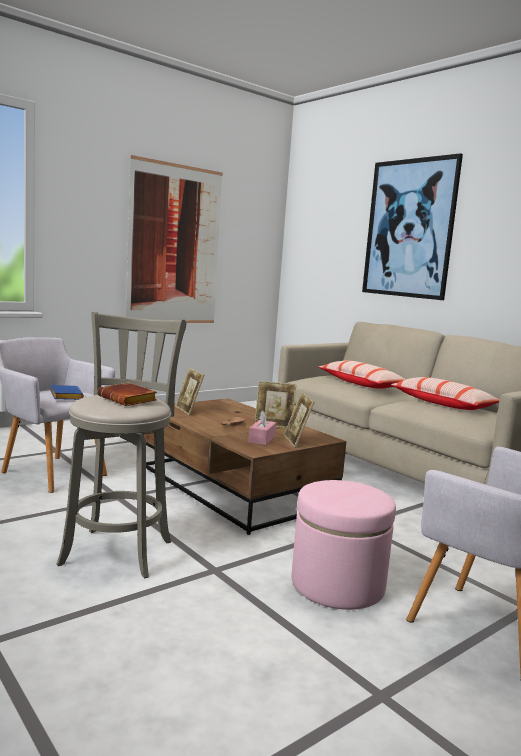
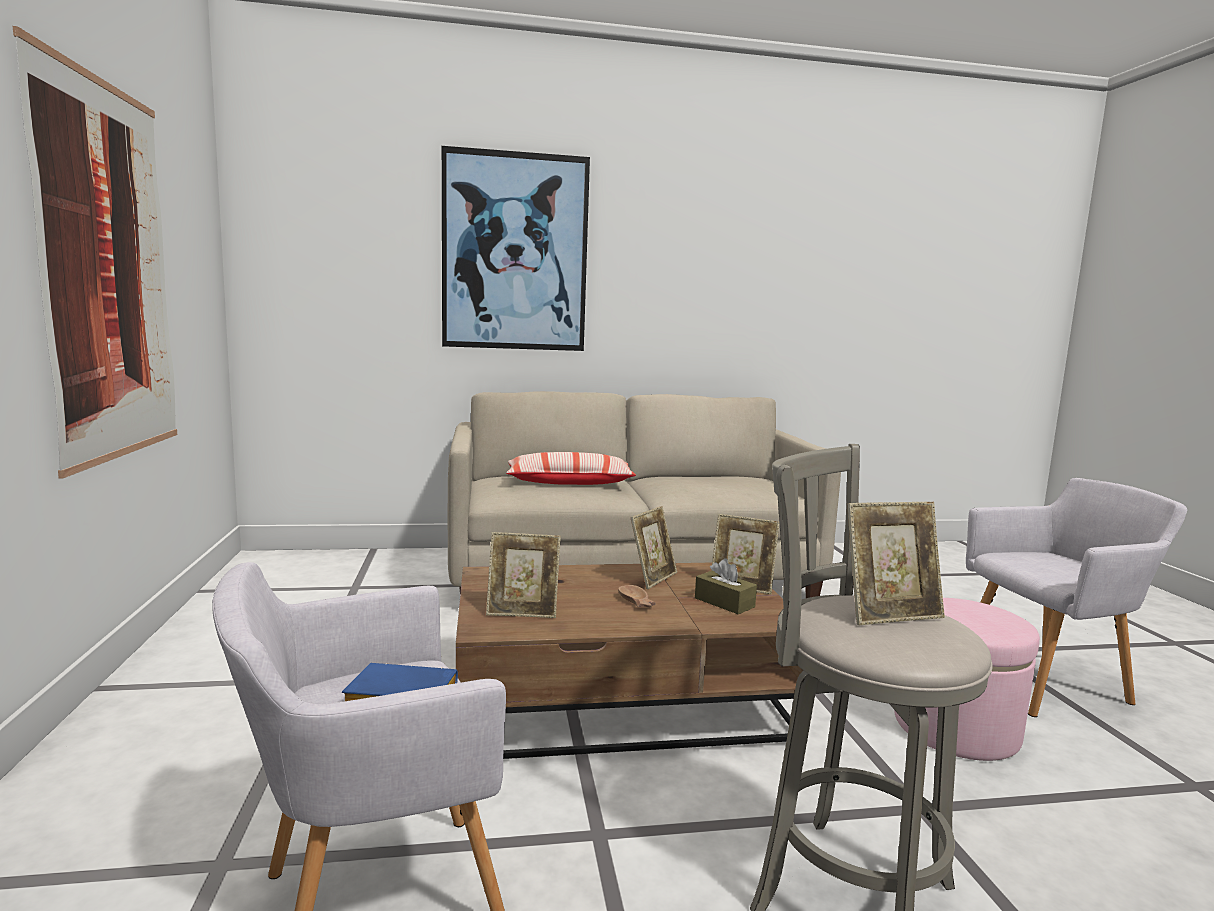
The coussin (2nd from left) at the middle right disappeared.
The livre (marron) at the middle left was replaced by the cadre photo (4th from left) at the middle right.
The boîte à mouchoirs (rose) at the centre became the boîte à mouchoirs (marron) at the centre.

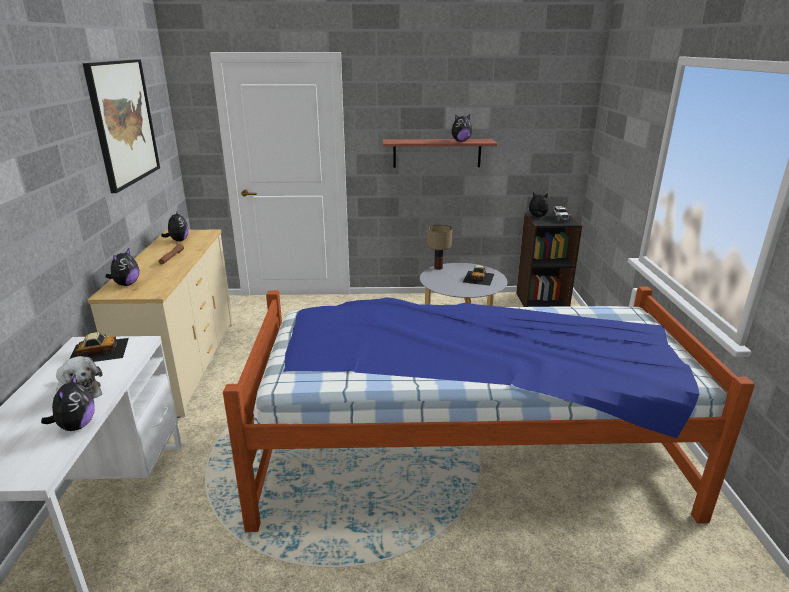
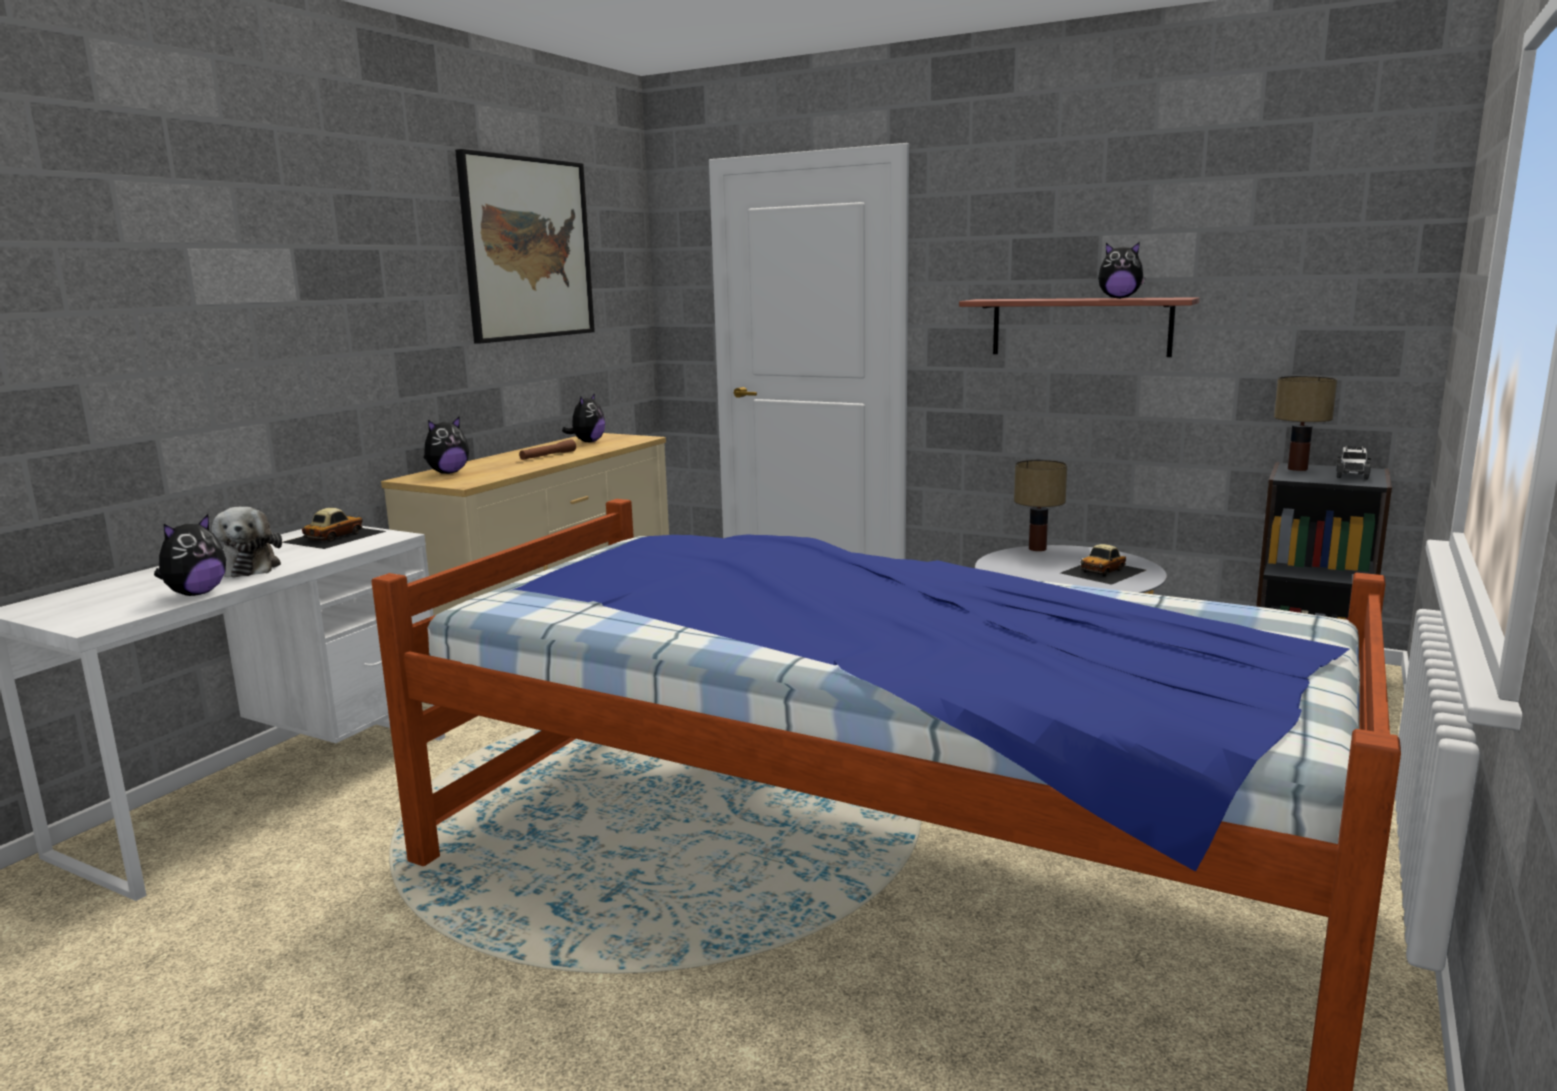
The peluche (6th from left) at the middle right was replaced by the lampe de table (2nd from left) at the middle right.
The petite voiture (1st from left) at the middle left turned 75 degrees counterclockwise.

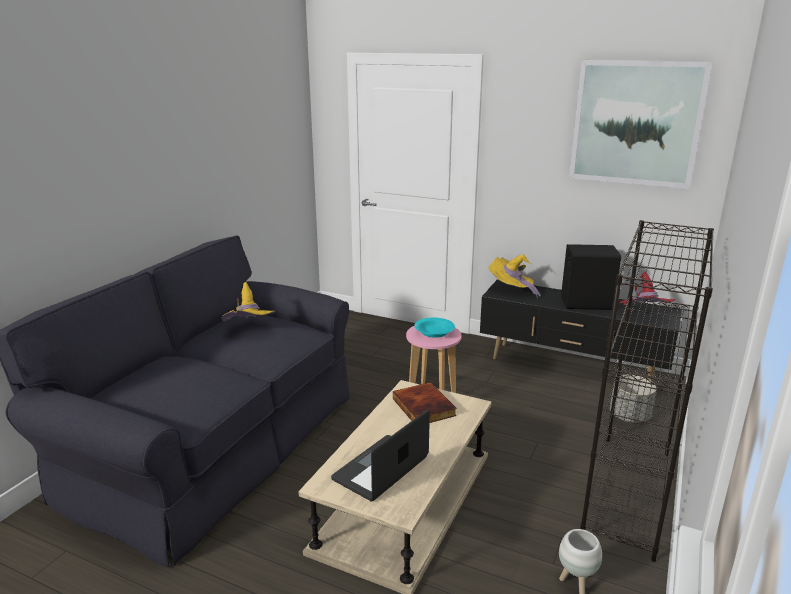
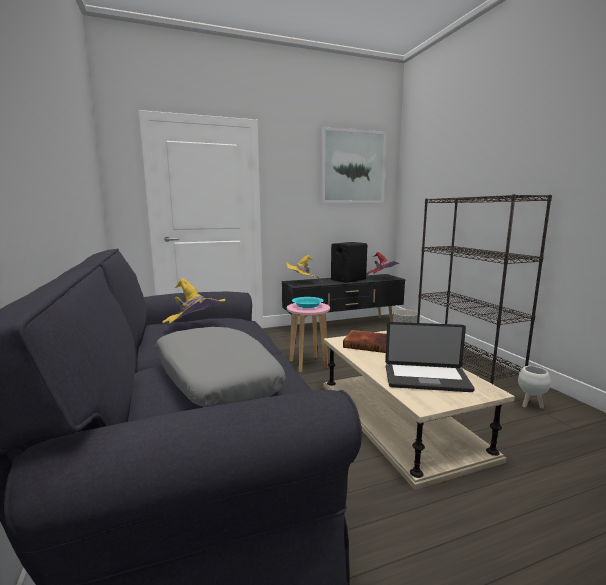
The ordinateur portable at the bottom centre turned 75 degrees counterclockwise.
The coussin (gris) at the centre appeared.

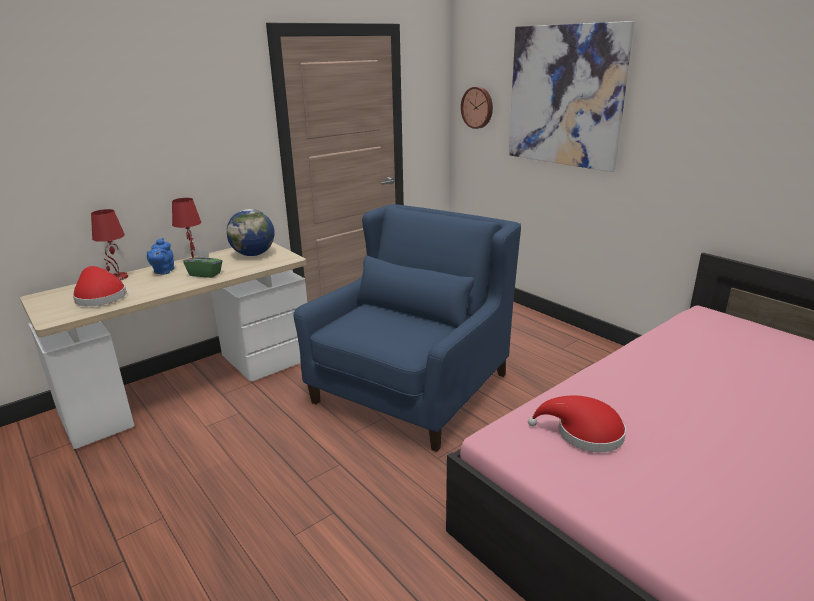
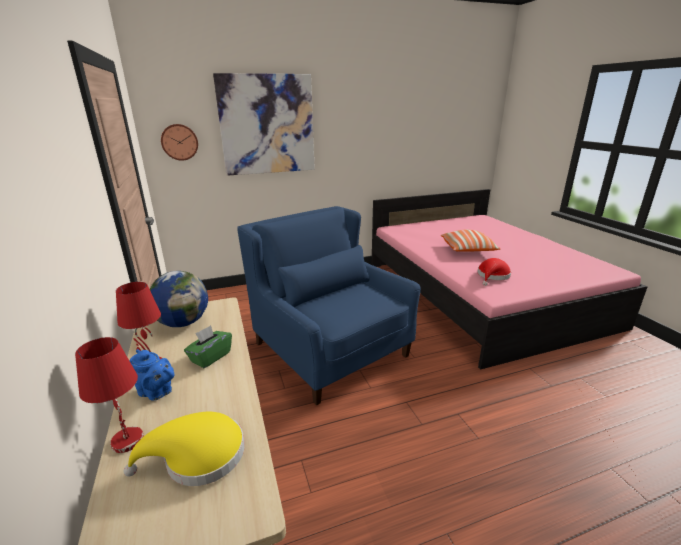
The chapeau (rouge) (1st from left) at the middle left became the chapeau (jaune) at the bottom left.
The coussin at the middle right appeared.

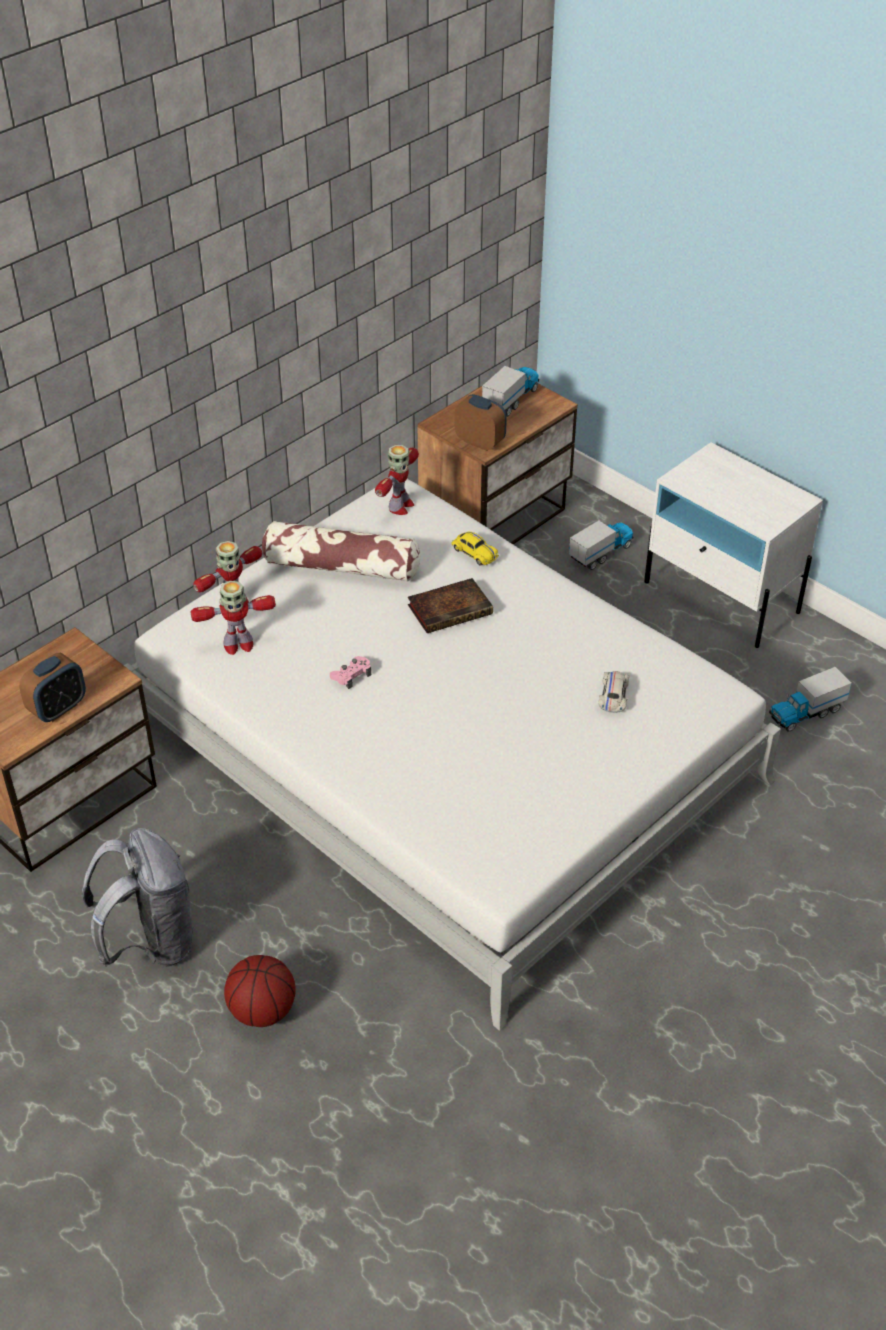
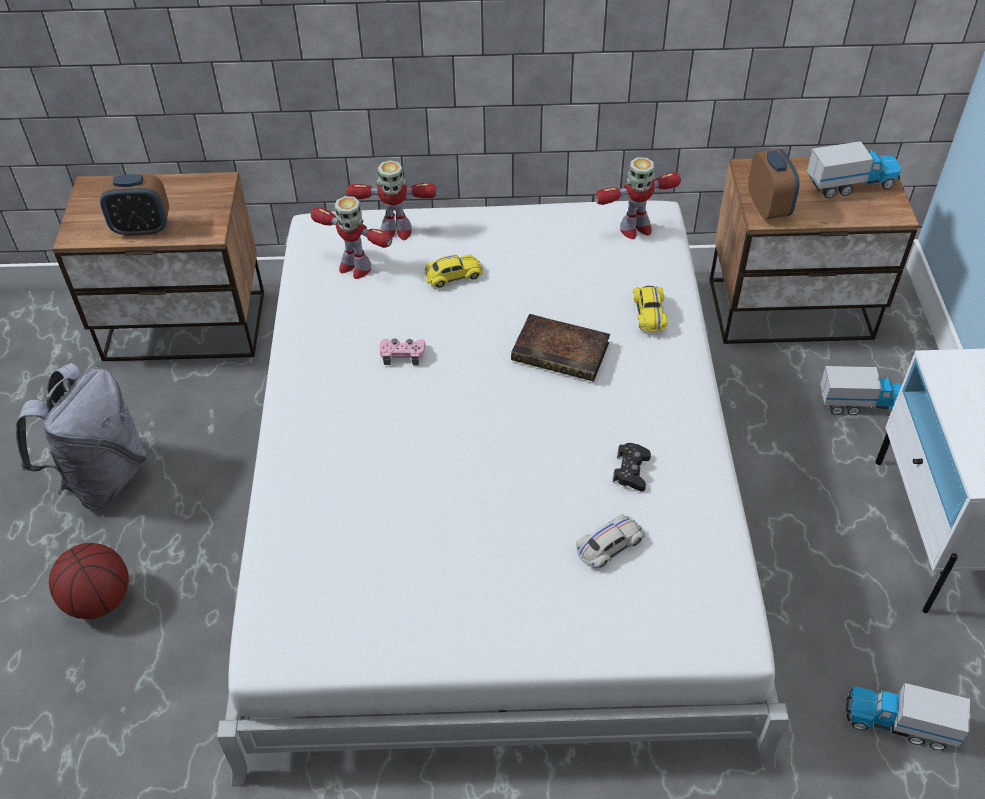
The coussin at the centre disappeared.
The petite voiture (jaune) (1st from left) at the centre appeared.
The manette (noir) at the centre appeared.

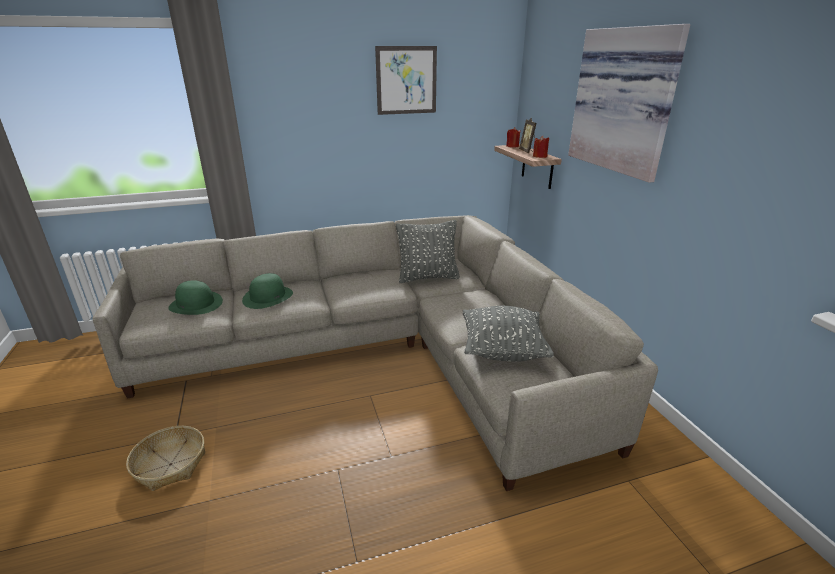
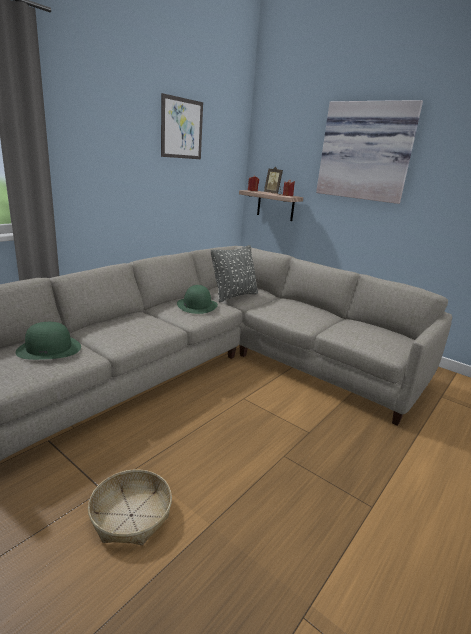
The chapeau (vert) (2nd from left) moved from the middle left to the centre.
The coussin (gris) (2nd from left) at the centre disappeared.

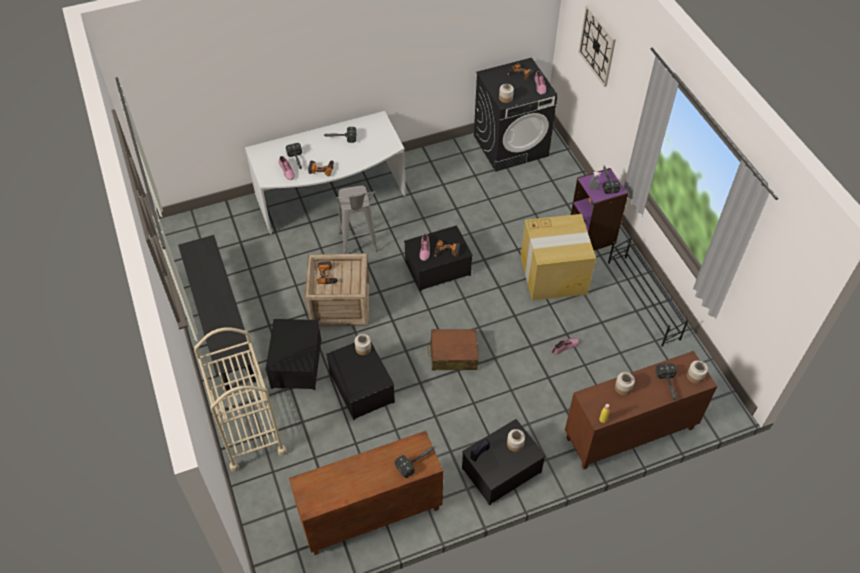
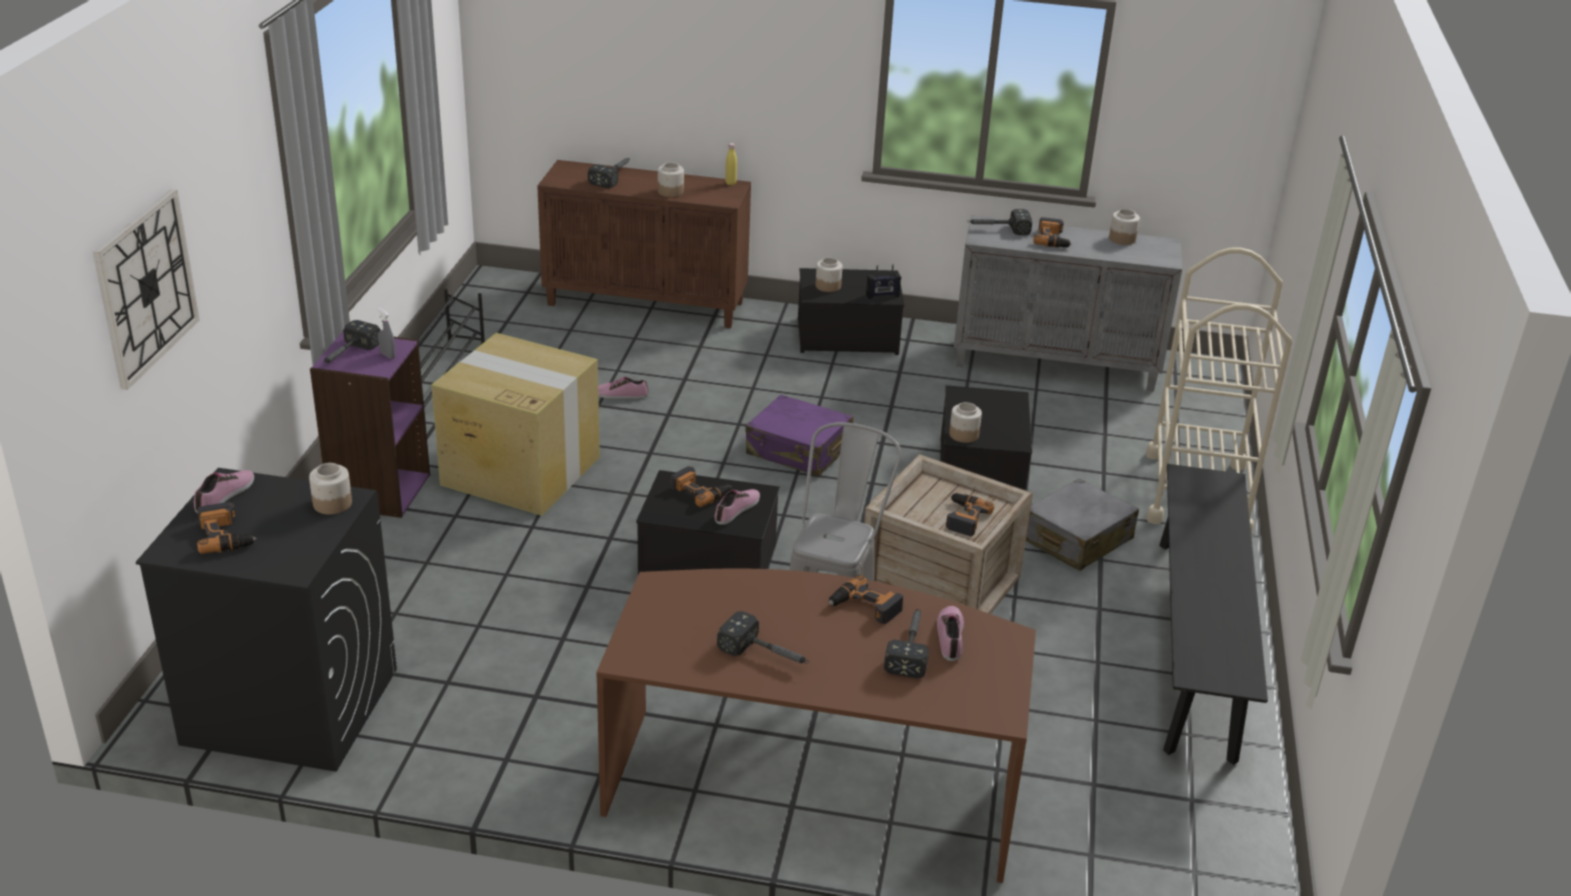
The bureau (blanc) at the top centre became the bureau (marron) at the bottom centre.
The boîte de rangement (1st from left) at the centre was replaced by the valise (gris) at the middle right.
The valise (marron) at the centre became the valise (violet) at the centre.
The bocal (5th from left) moved from the middle right to the top right.
The meuble de rangement (marron) (1st from left) at the bottom centre became the meuble de rangement (gris) at the middle right.
The perceuse (5th from left) at the top right appeared.

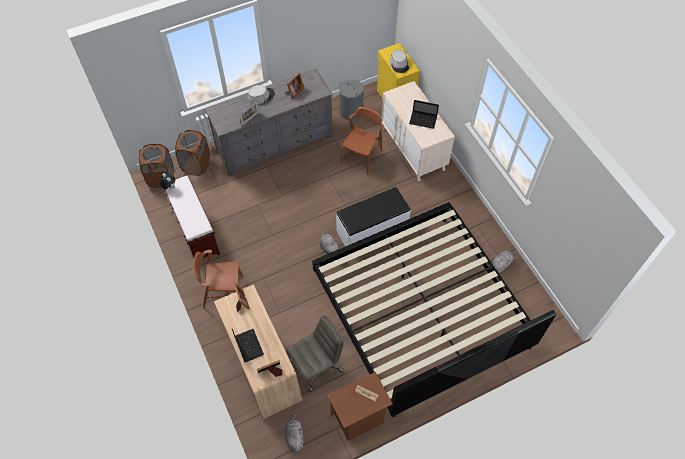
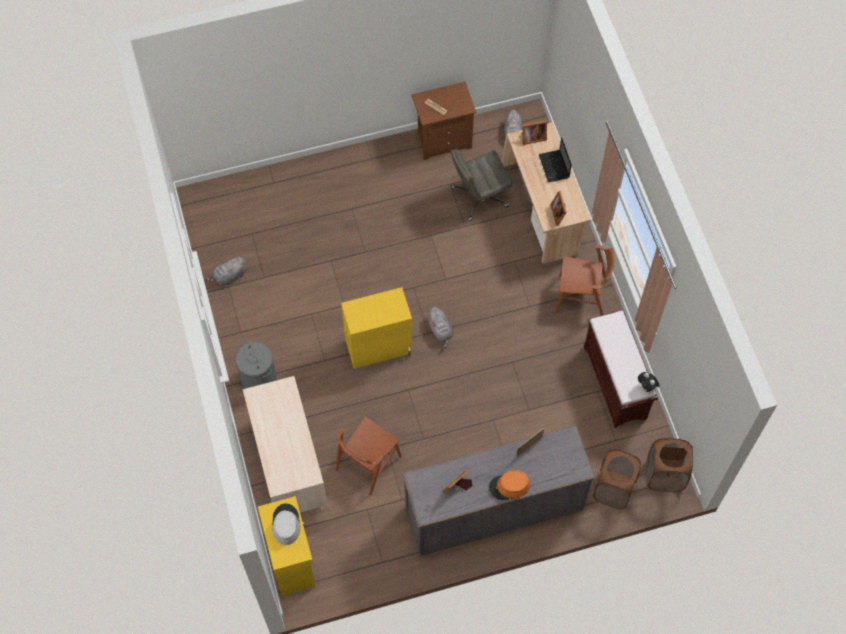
The panier à linge (gris) moved from the top centre to the middle left.
The chapeau (gris) (1st from left) at the top centre became the chapeau (orange) at the bottom centre.
The ordinateur portable (2nd from left) at the top centre disappeared.
The banc (blanc) at the centre was replaced by the meuble de rangement (jaune) (2nd from left) at the centre.
The lit at the bottom centre disappeared.

